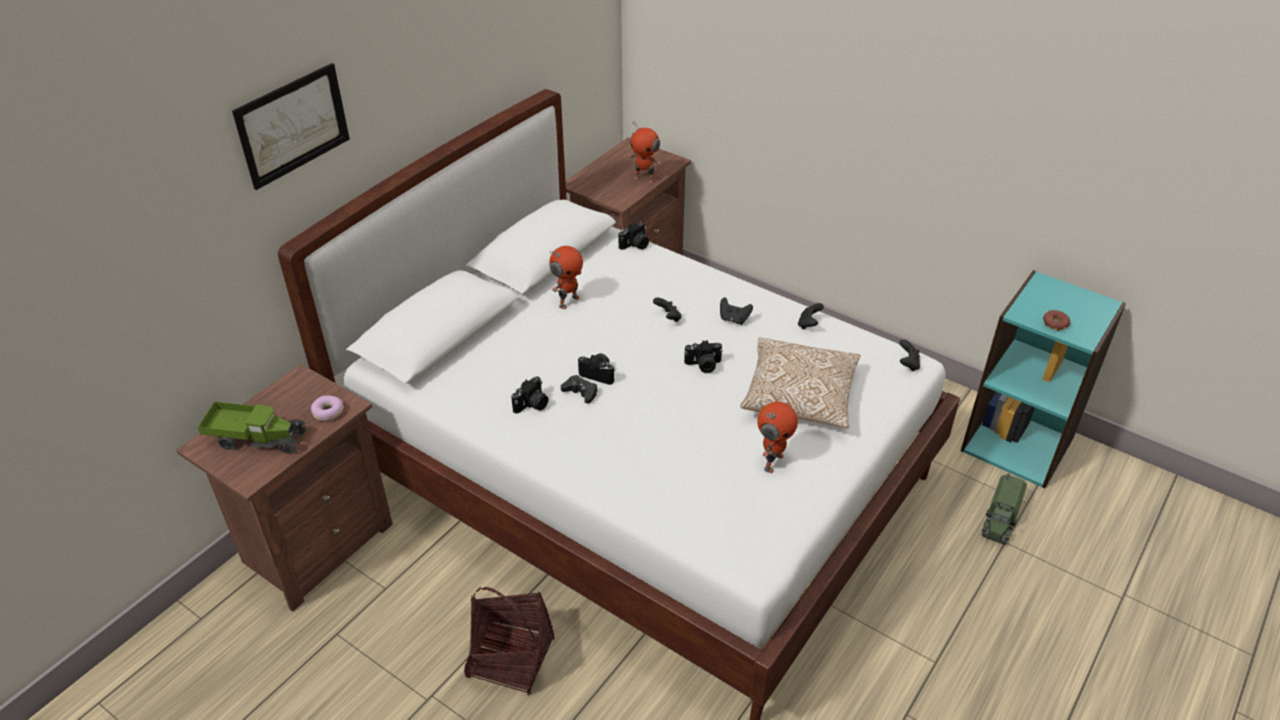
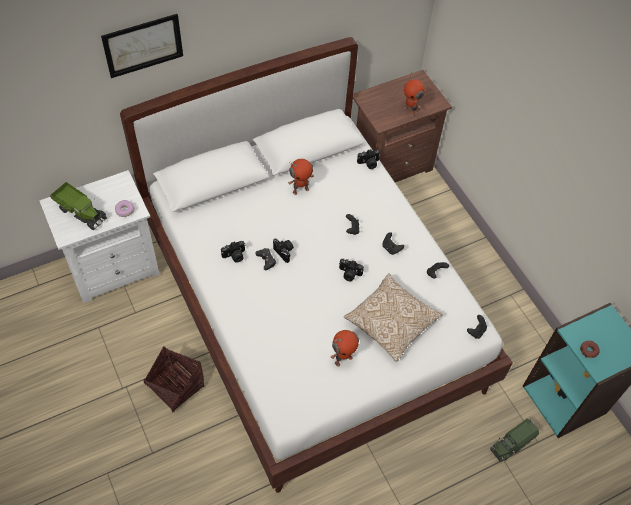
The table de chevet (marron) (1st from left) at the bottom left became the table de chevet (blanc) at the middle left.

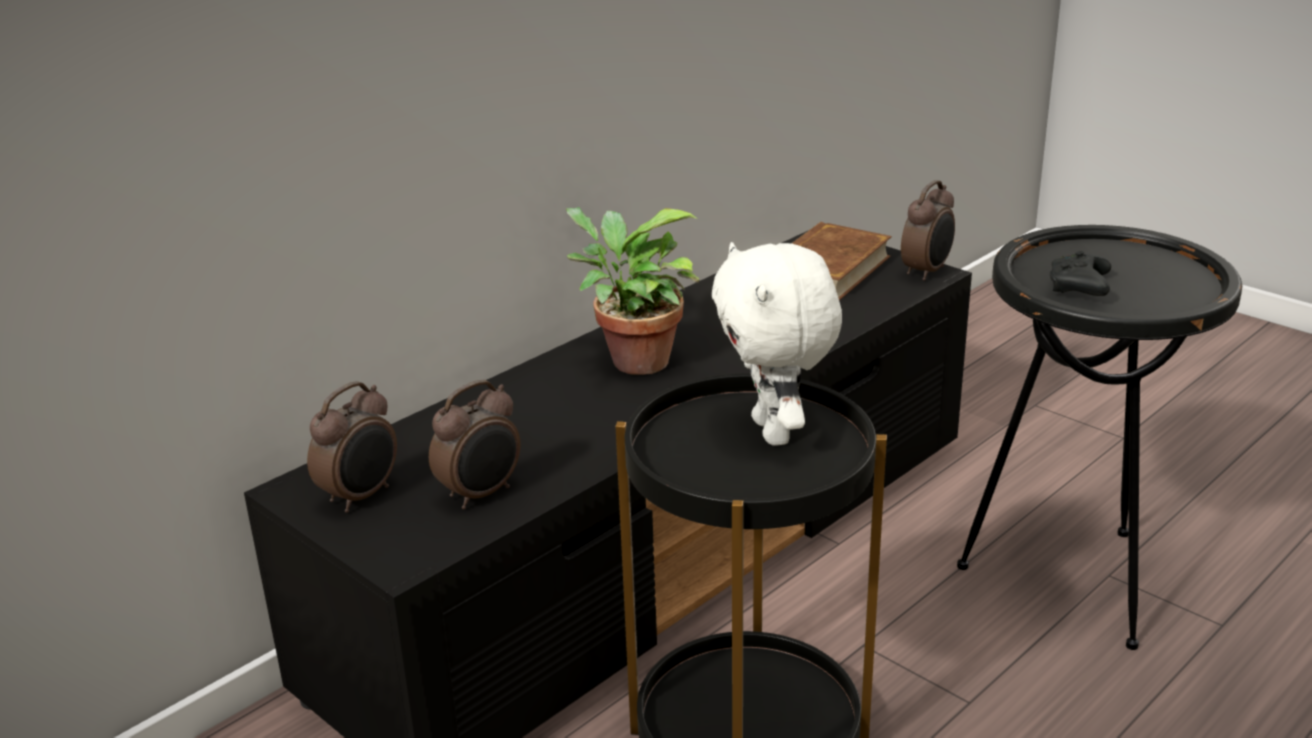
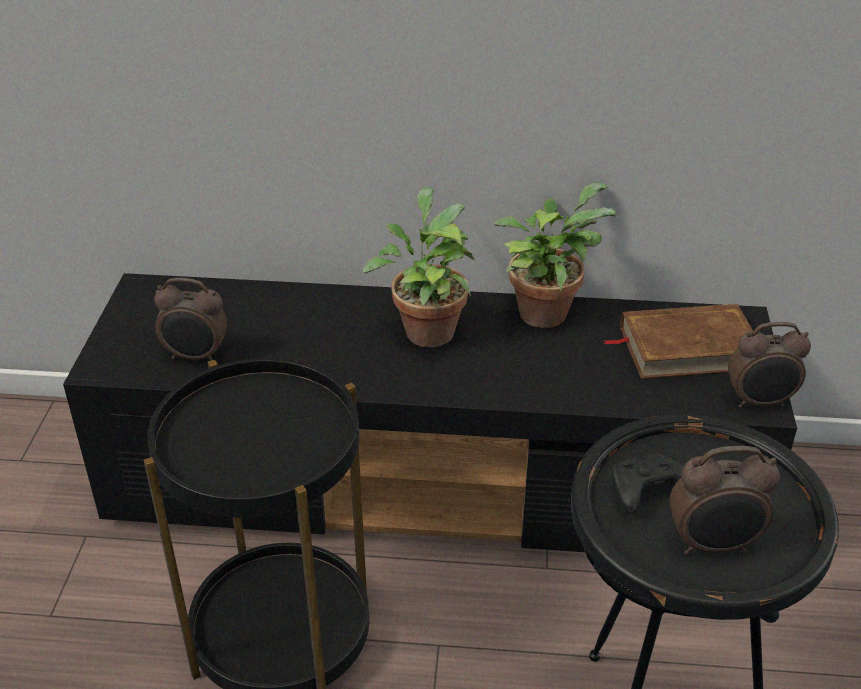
The peluche (blanc) at the centre disappeared.
The réveil (1st from left in the first image) moved from the middle left to the bottom right.
The plante en pot (2nd from left) at the centre appeared.

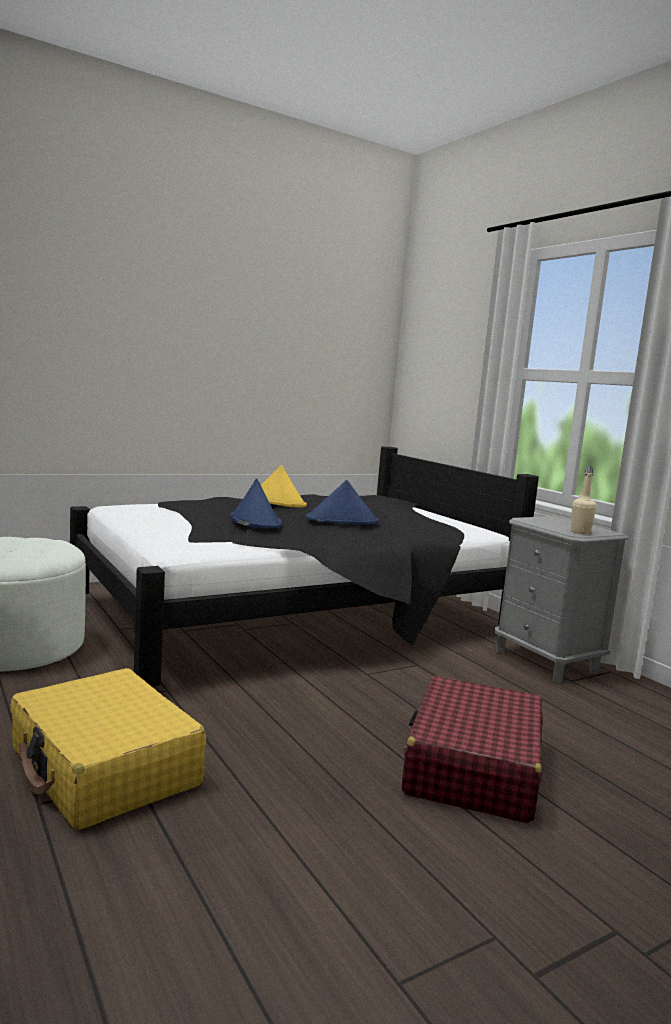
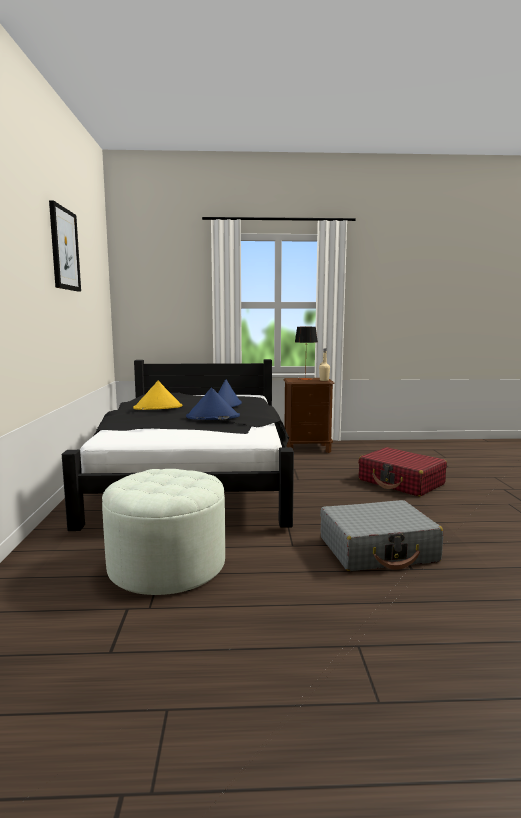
The table de chevet (gris) at the middle right became the table de chevet (marron) at the centre.
The valise (jaune) at the bottom left became the valise (gris) at the middle right.
The tableau at the top left appeared.
The lampe de table at the centre appeared.

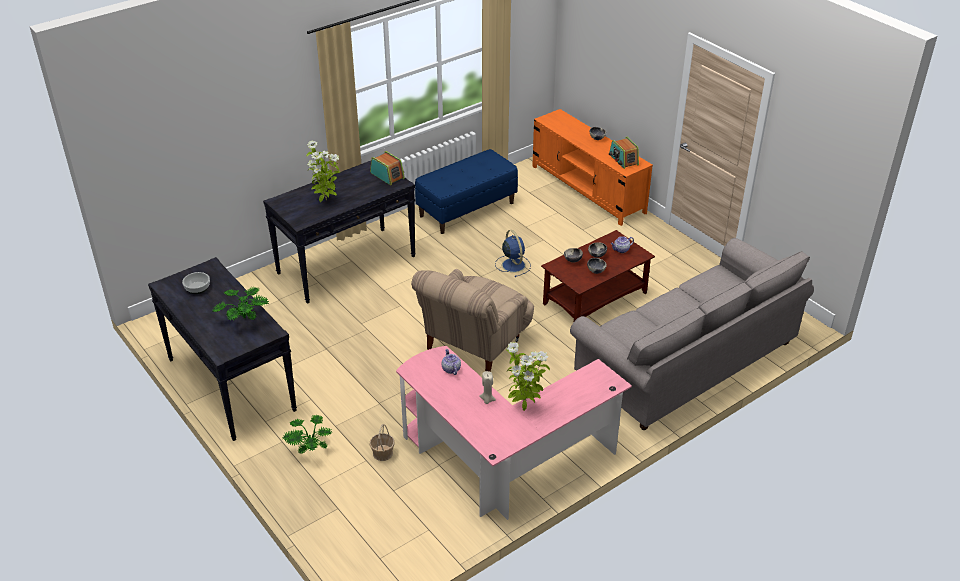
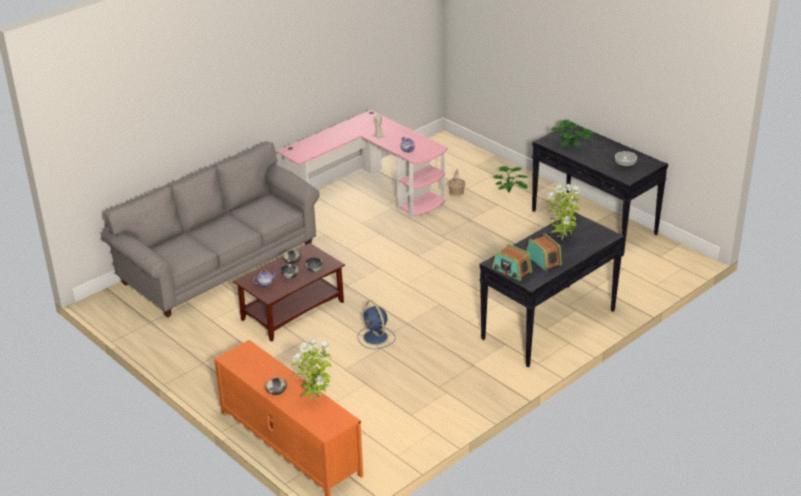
The radio (2nd from left) moved from the top centre to the middle right.
The banc (bleu) at the top centre disappeared.
The fauteuil (beige) at the centre disappeared.
The plante en pot (4th from left in the first image) moved from the centre to the bottom centre.

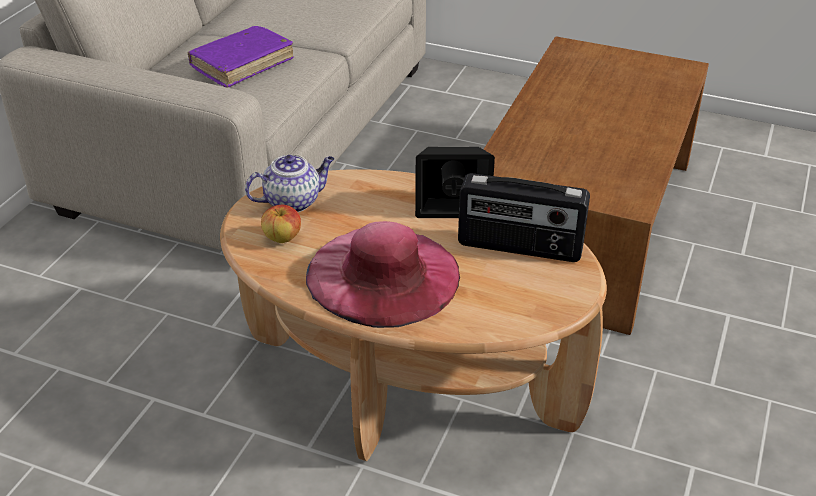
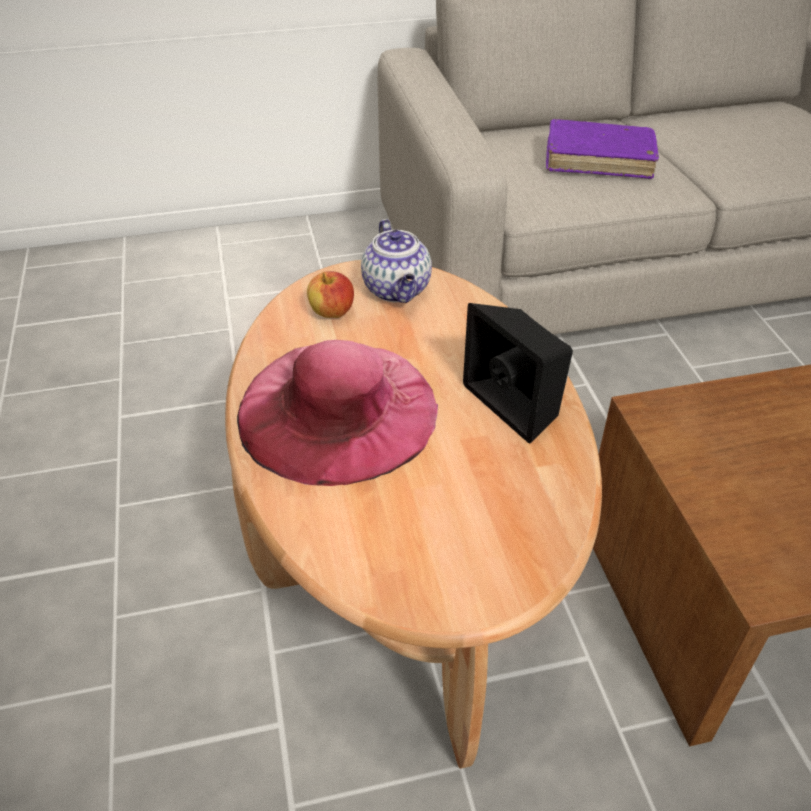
The théière at the centre turned 45 degrees clockwise.
The radio at the centre disappeared.

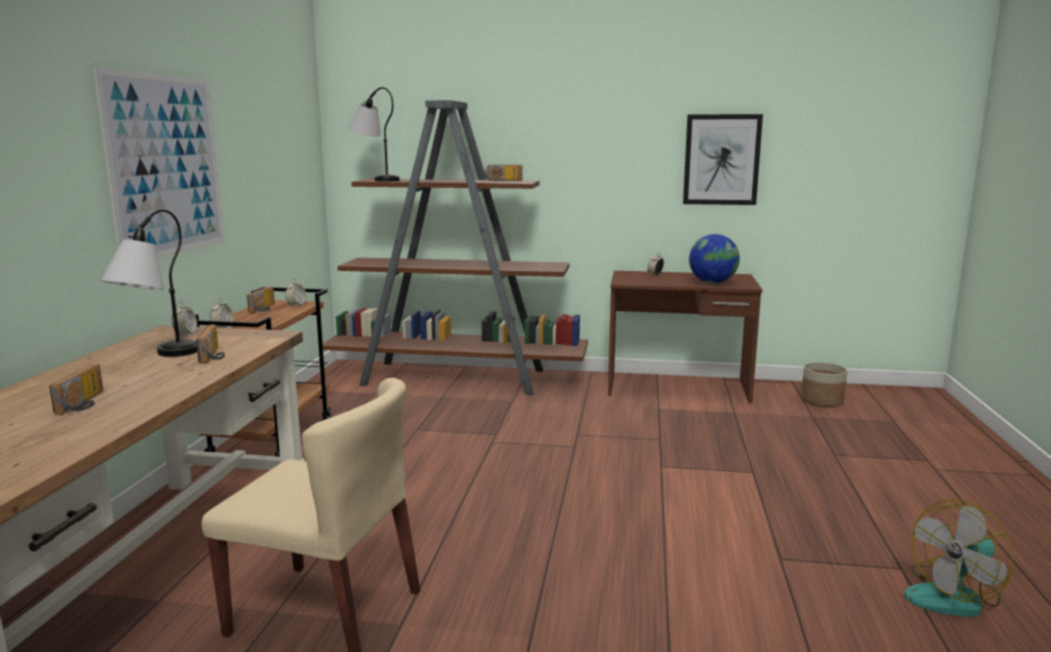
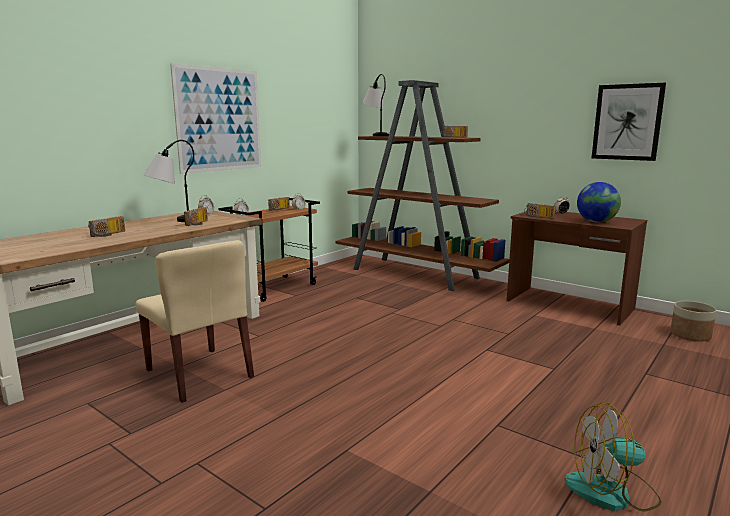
The radio (5th from left) at the middle right appeared.

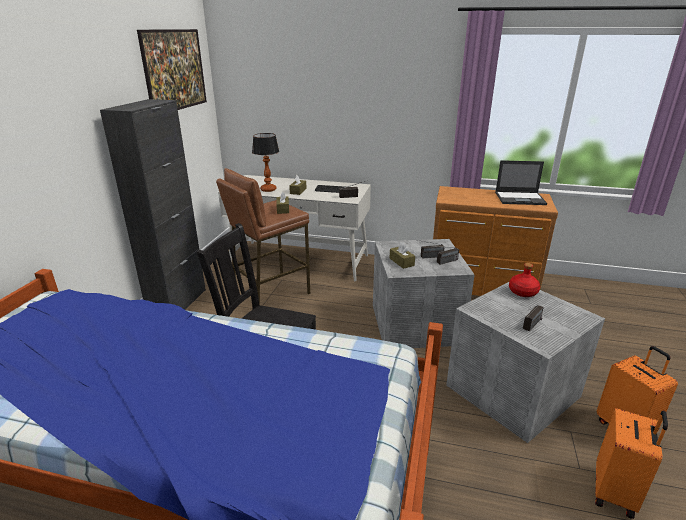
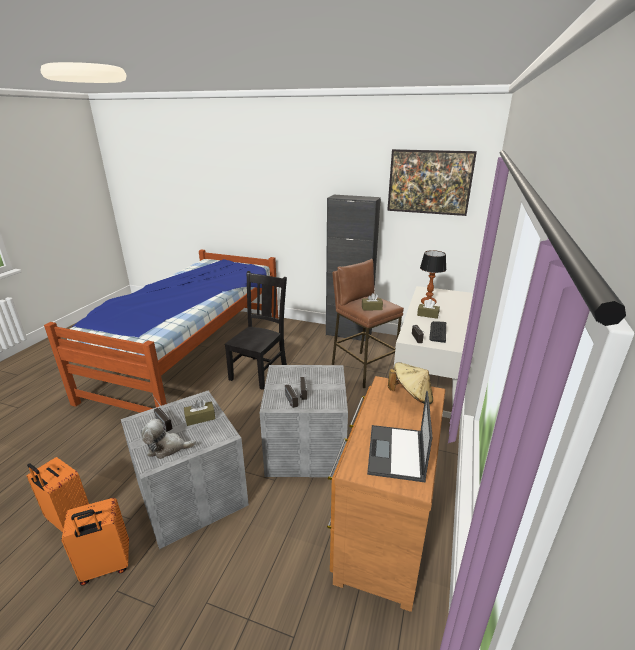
The boîte à mouchoirs (marron) (3rd from left in the first image) moved from the centre to the middle left.
The bouteille (rouge) at the middle right disappeared.
The chapeau (beige) at the centre appeared.
The peluche at the bottom left appeared.

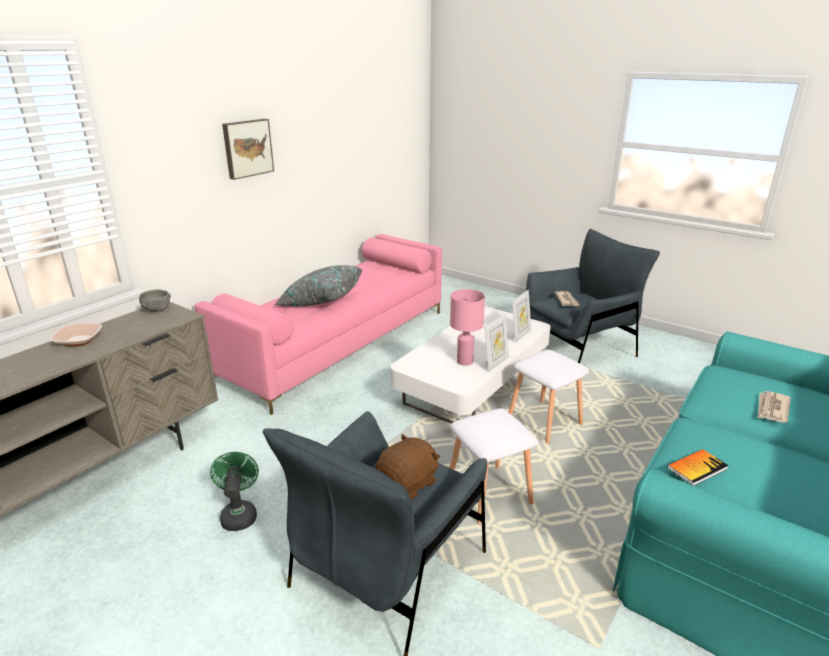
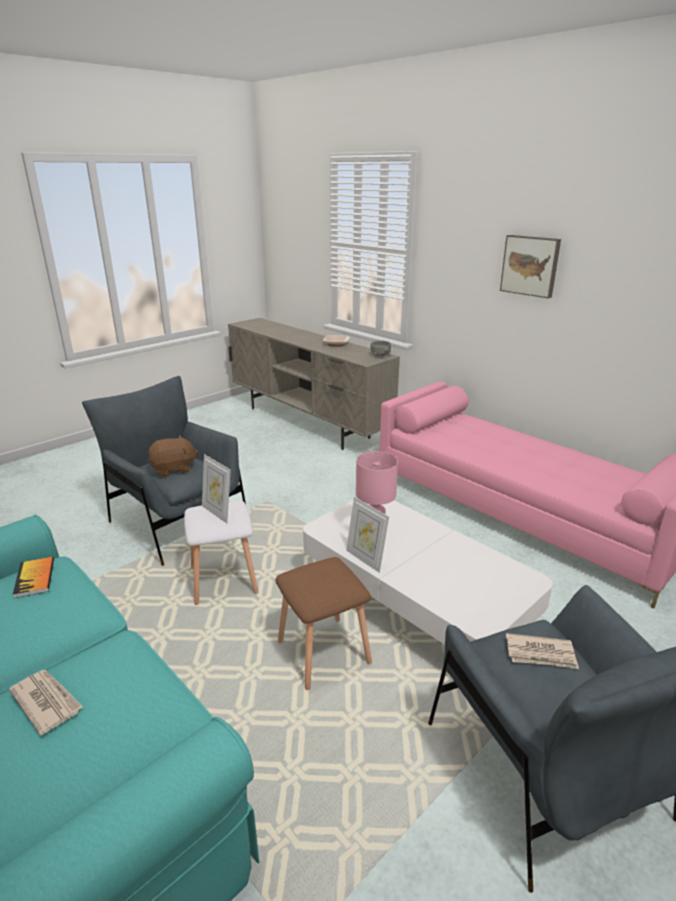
The coussin (gris) at the centre disappeared.
The cadre photo (2nd from left in the first image) moved from the centre to the middle left.
The tabouret (blanc) (2nd from left) at the centre became the tabouret (marron) at the bottom centre.
The peluche (marron) at the bottom centre turned 75 degrees counterclockwise.
The ventilateur (vert) at the bottom left disappeared.

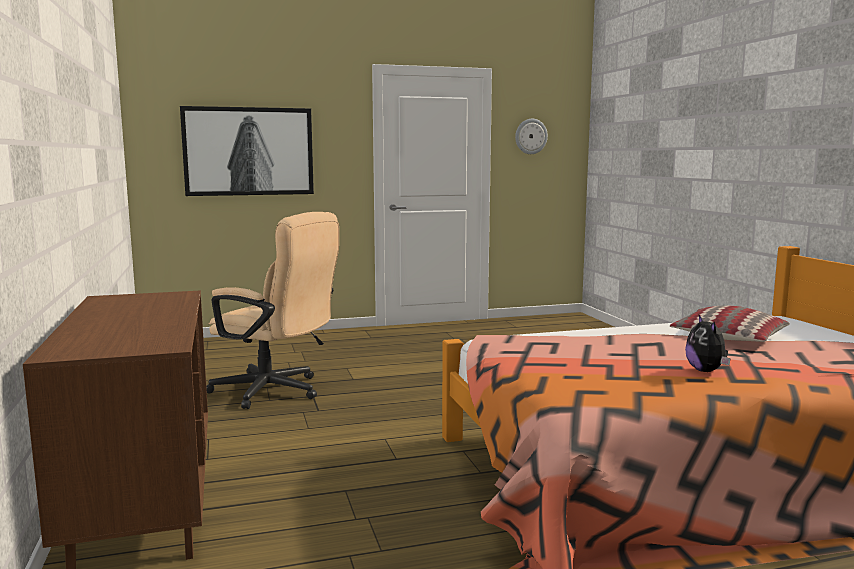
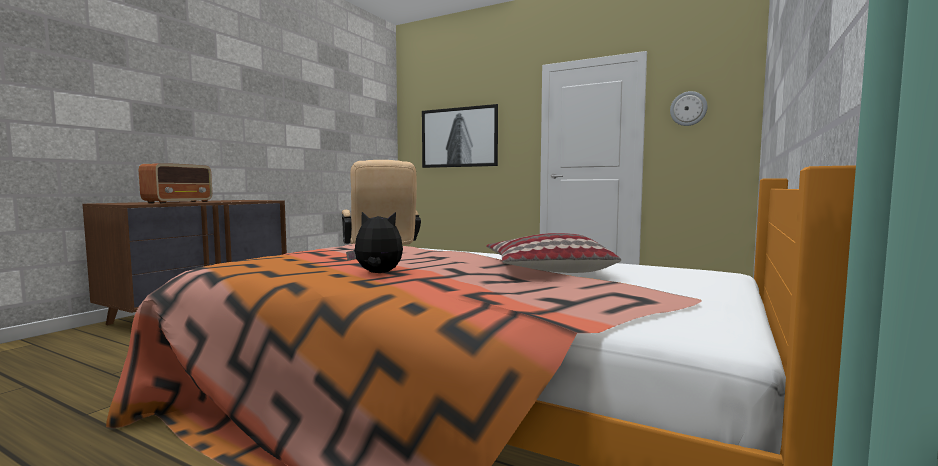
The peluche at the middle right turned 60 degrees clockwise.
The radio at the middle left appeared.

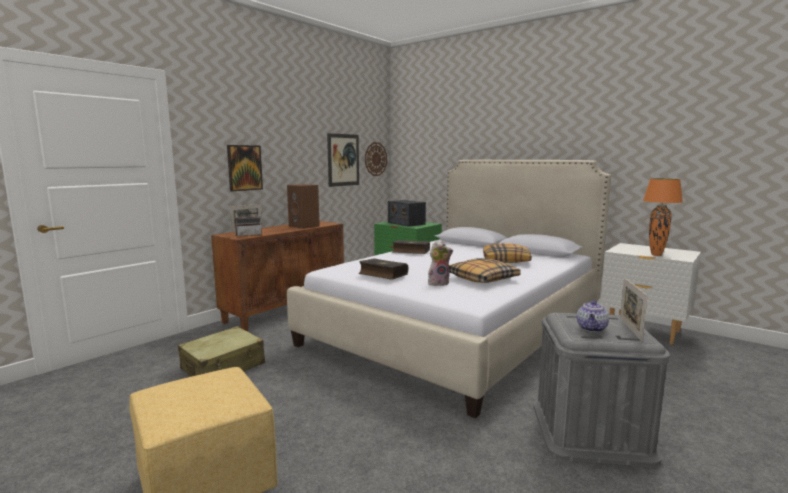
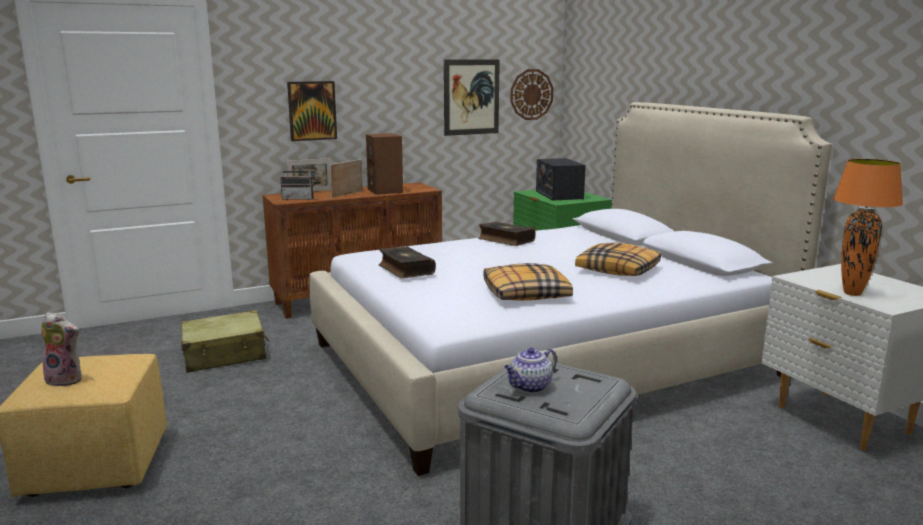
The peluche moved from the centre to the middle left.
The cadre photo (2nd from left) moved from the middle right to the centre.

